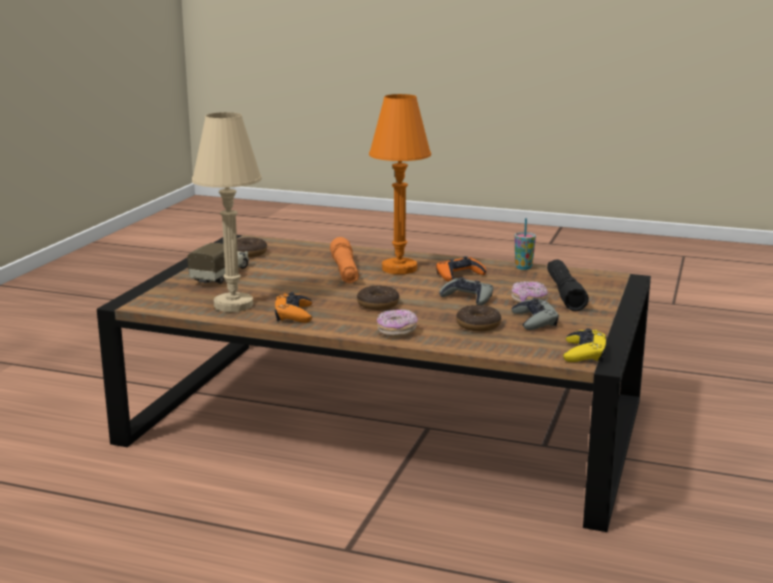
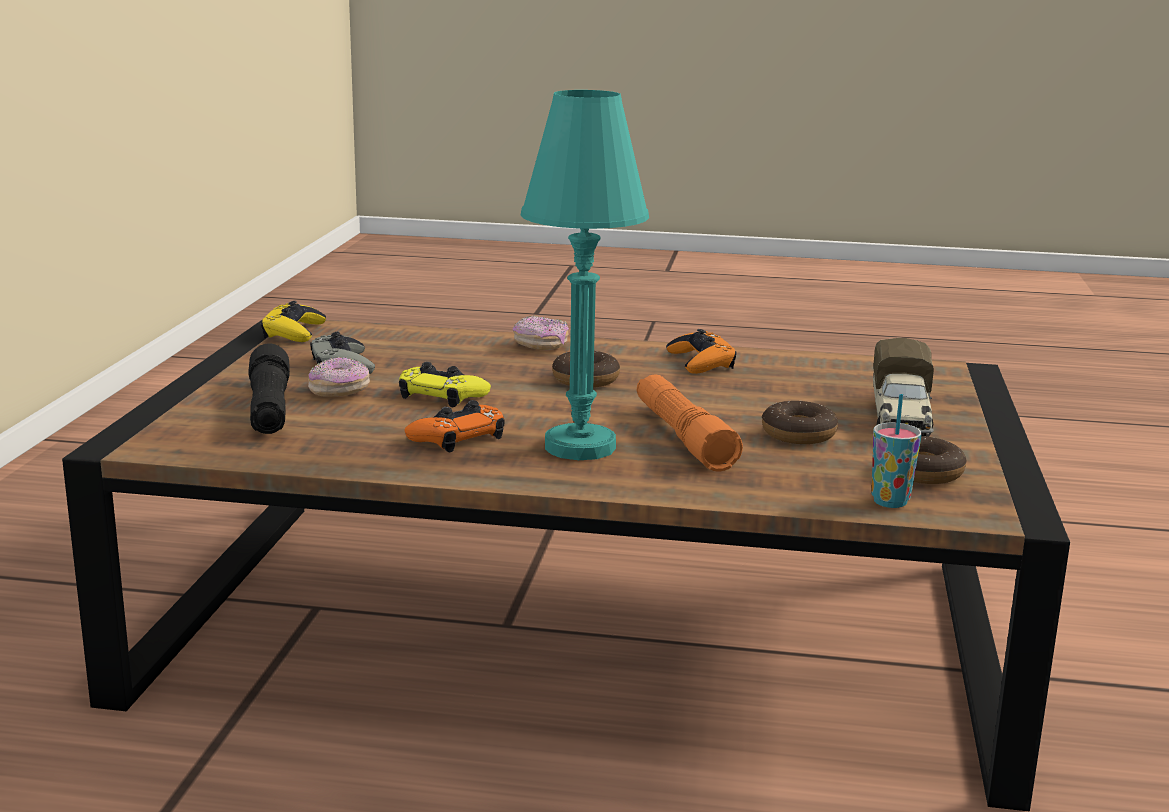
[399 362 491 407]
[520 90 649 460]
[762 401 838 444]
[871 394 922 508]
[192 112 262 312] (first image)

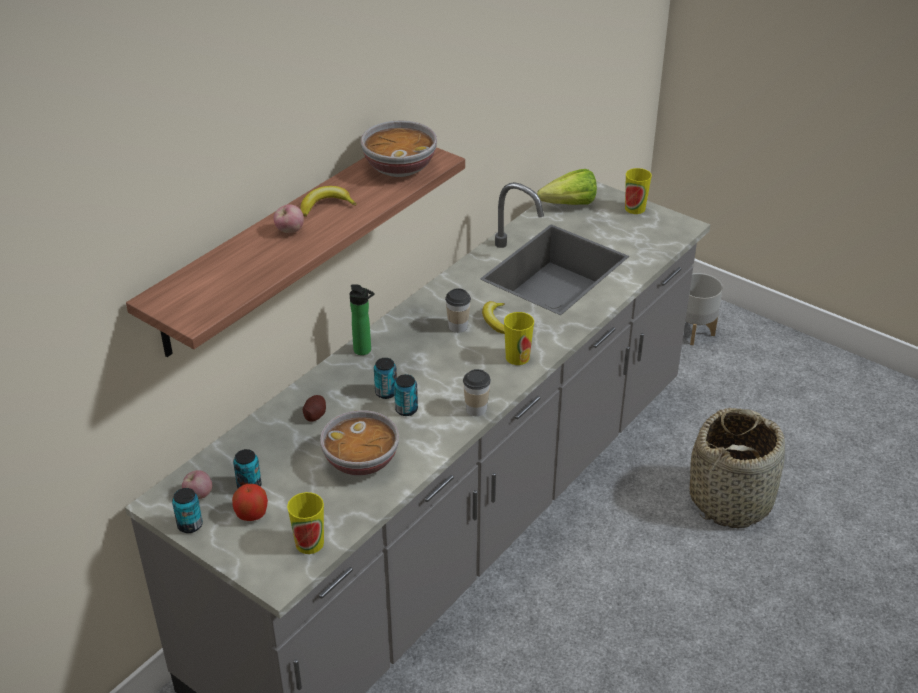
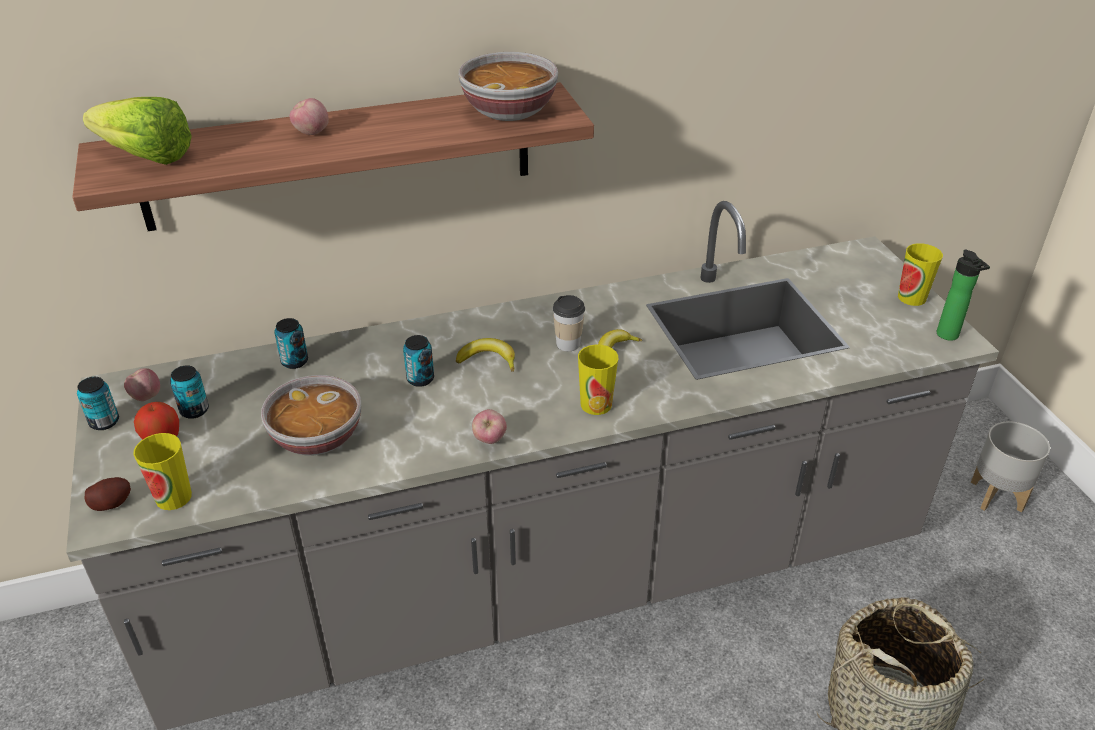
[83 97 192 165]
[84 477 131 511]
[274 318 308 369]
[456 338 515 372]
[472 409 507 444]
[937 250 990 341]

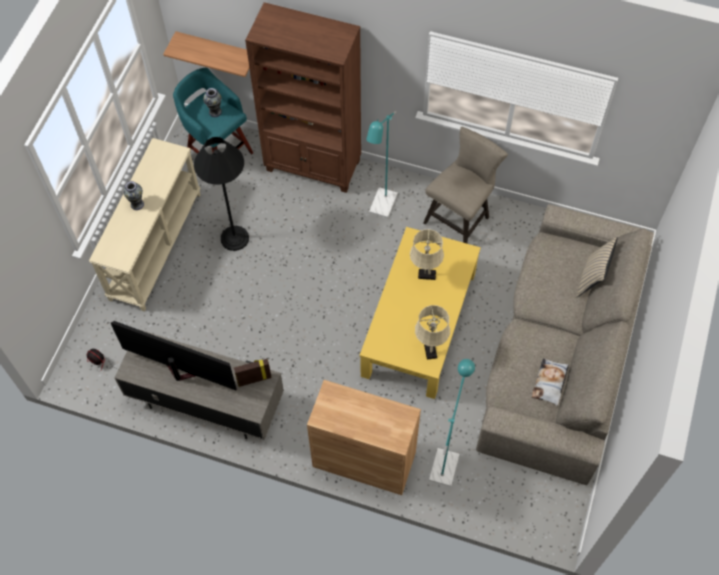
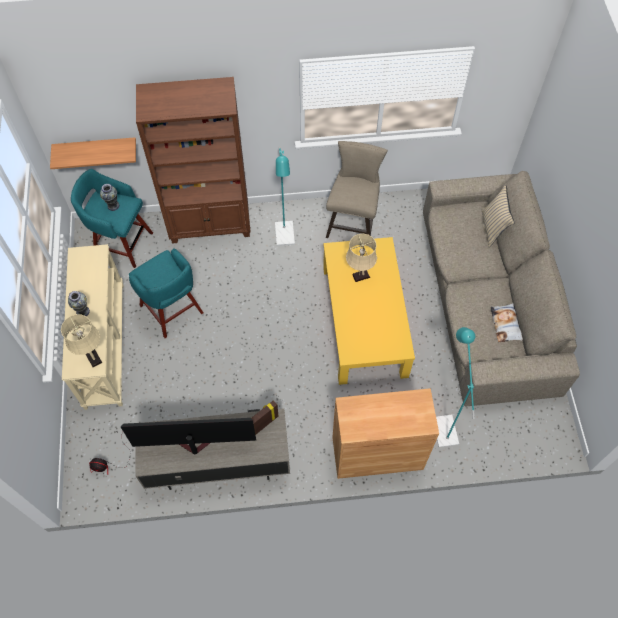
[61 314 102 367]
[129 248 204 338]

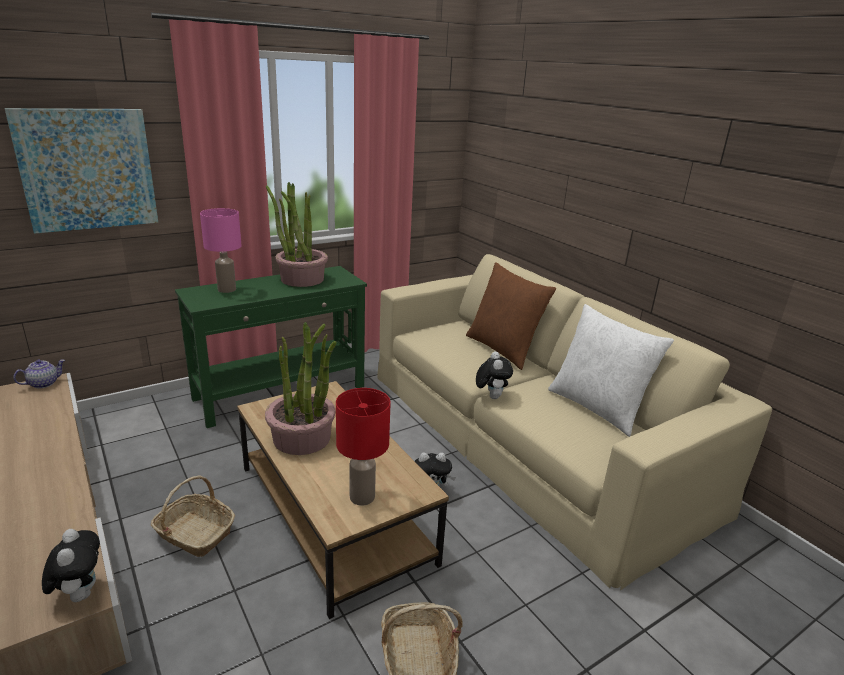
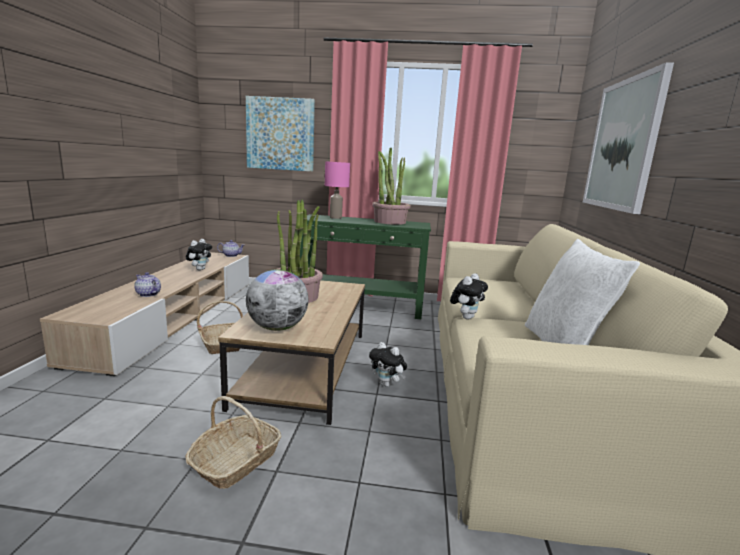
[134 272 161 297]
[186 239 212 270]
[246 269 308 331]
[583 62 674 214]
[466 262 556 370] (first image)

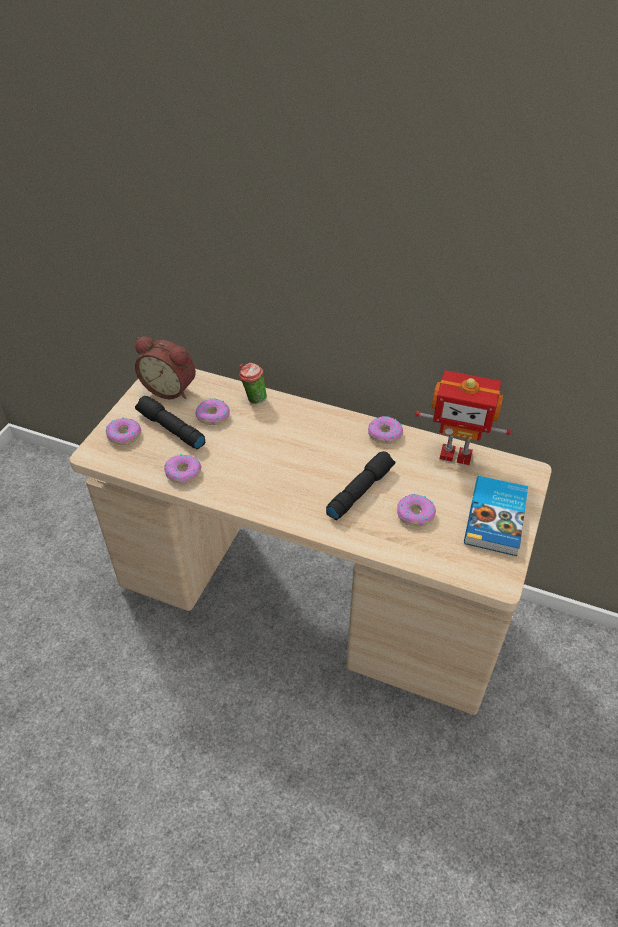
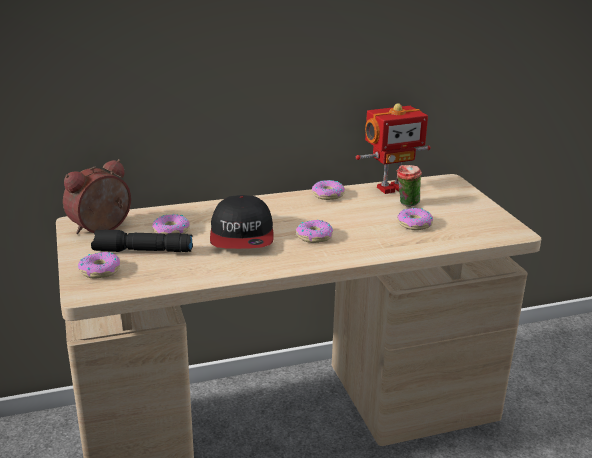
[63 159 131 234]
[210 195 274 249]
[296 220 333 243]
[397 165 422 207]
[326 451 395 520] (first image)
[464 476 528 556] (first image)

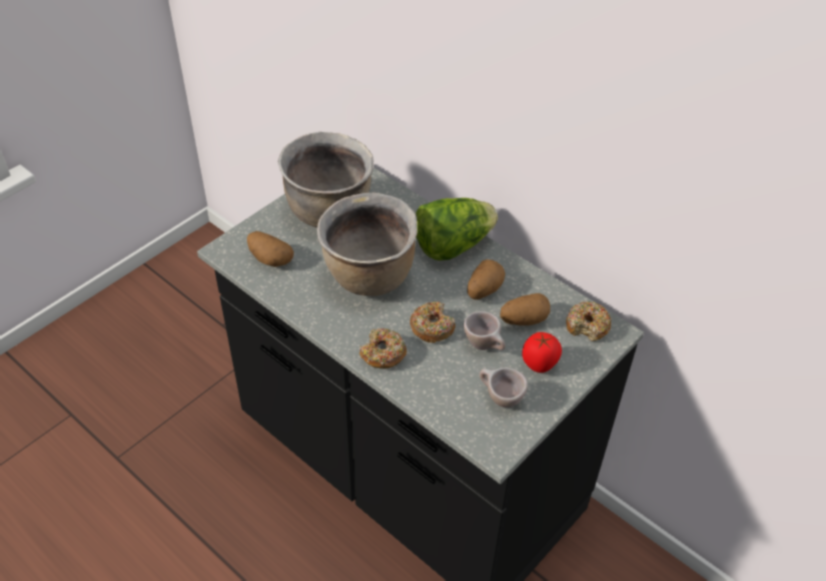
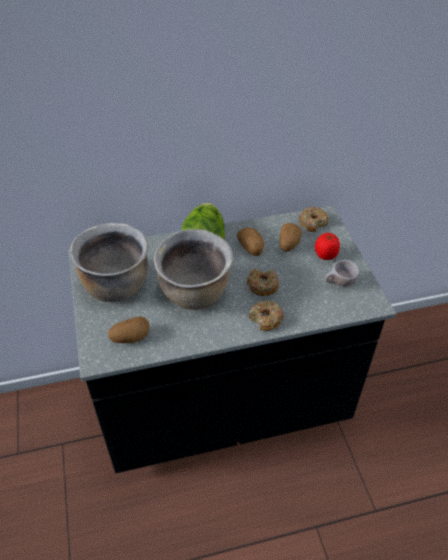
[464 311 505 350] (first image)

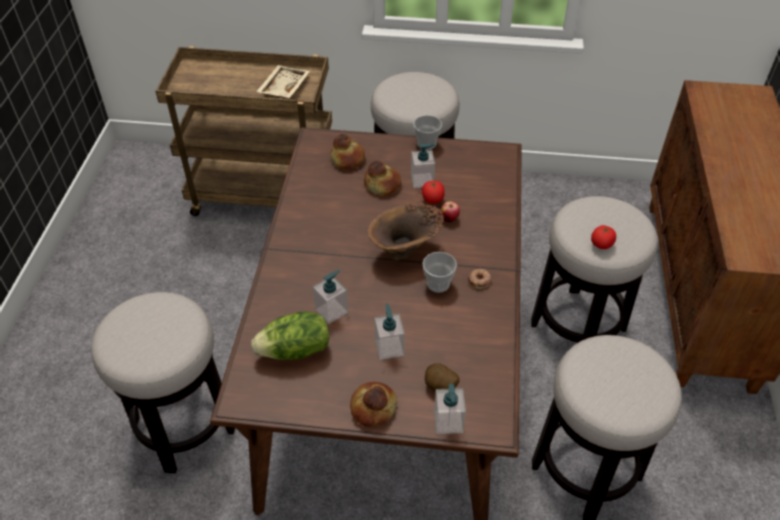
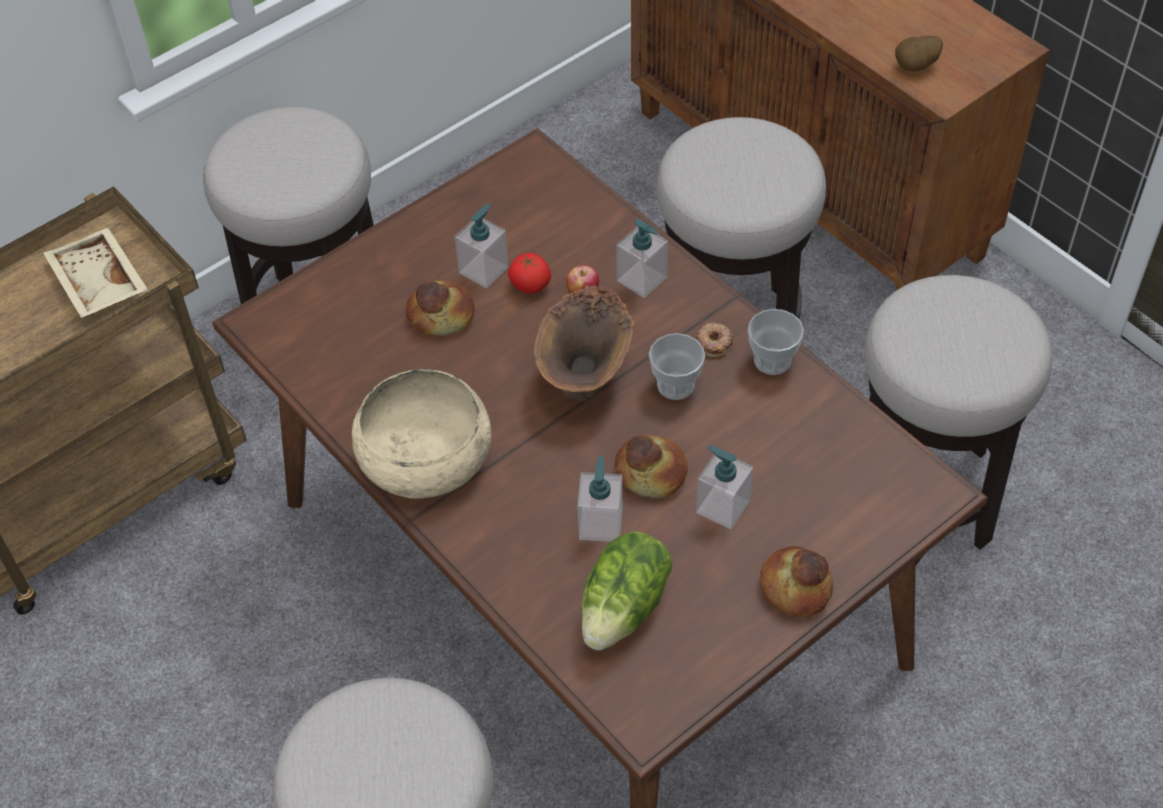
[352 369 491 499]
[615 435 688 498]
[616 219 668 298]
[748 309 804 375]
[895 36 943 72]
[591 225 616 249] (first image)

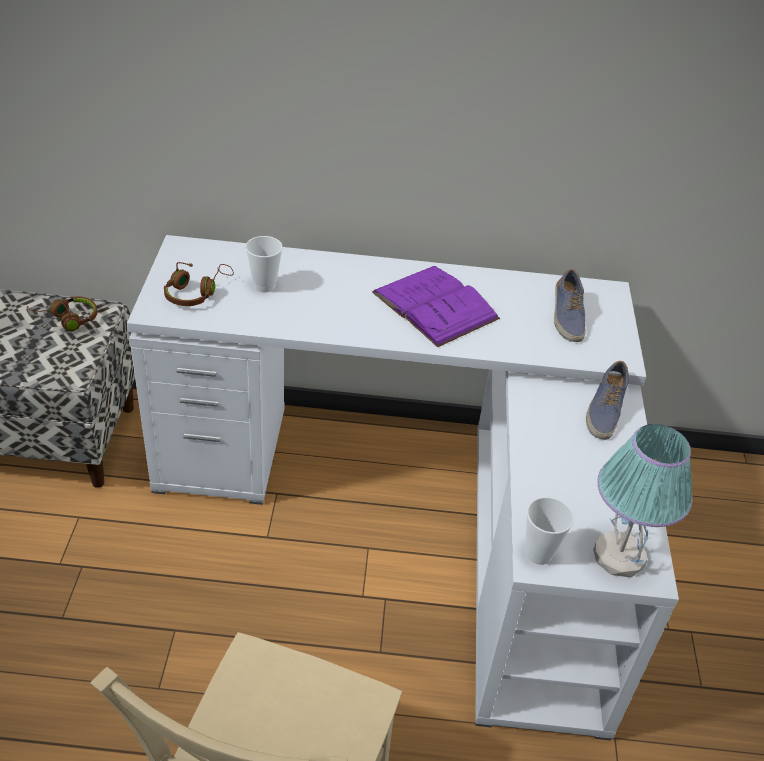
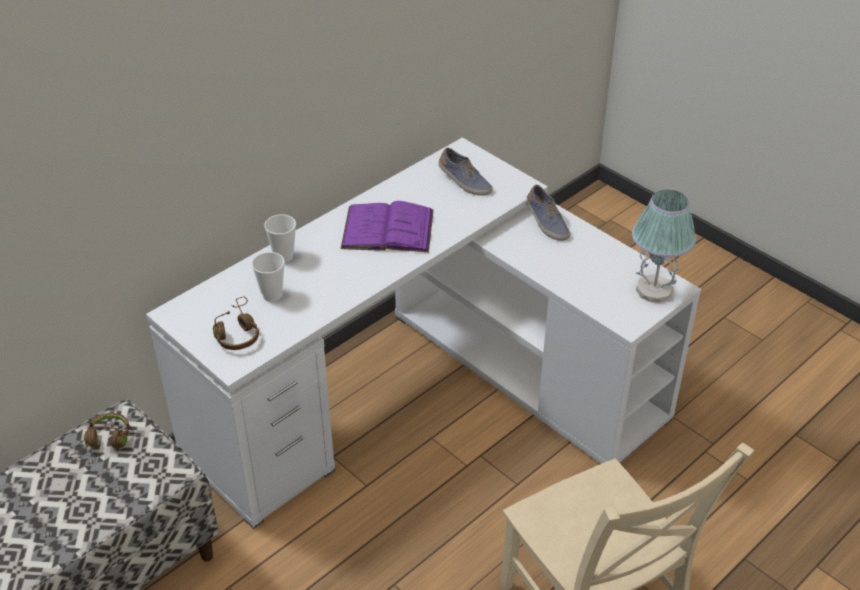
[264 214 296 262]

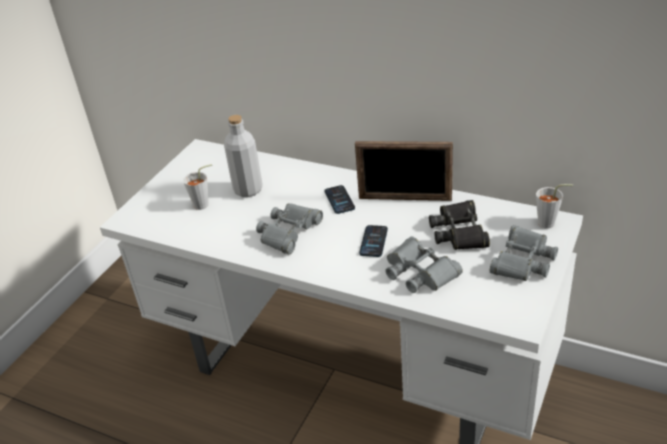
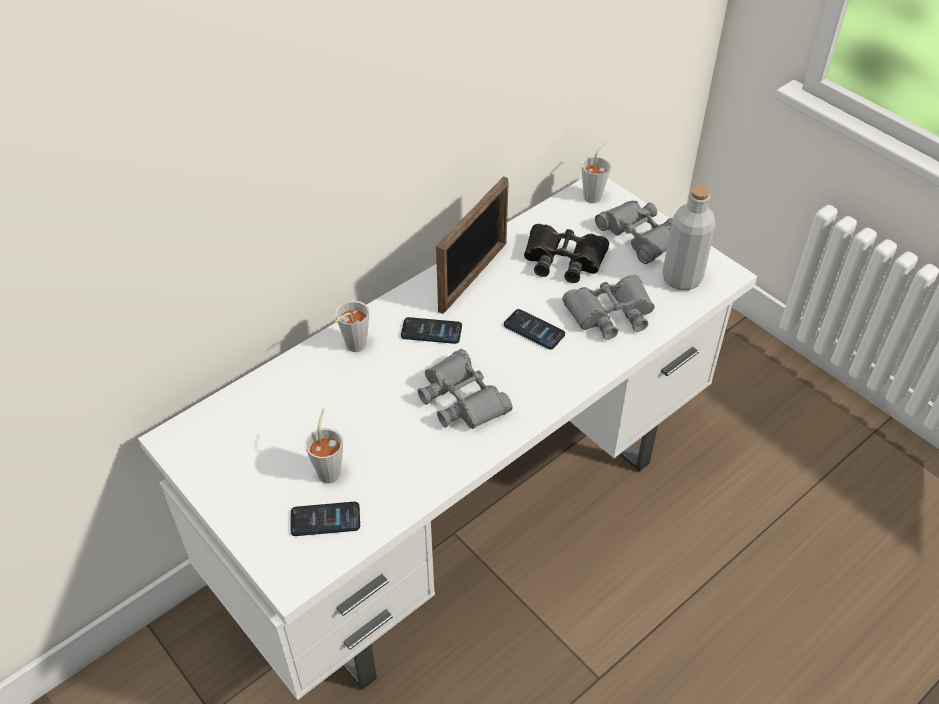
[290 502 360 536]
[335 300 369 352]
[663 185 716 290]

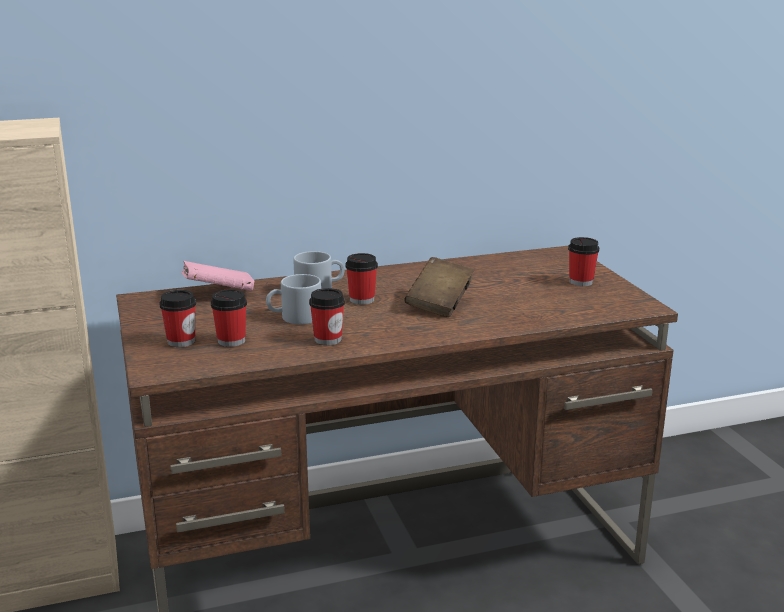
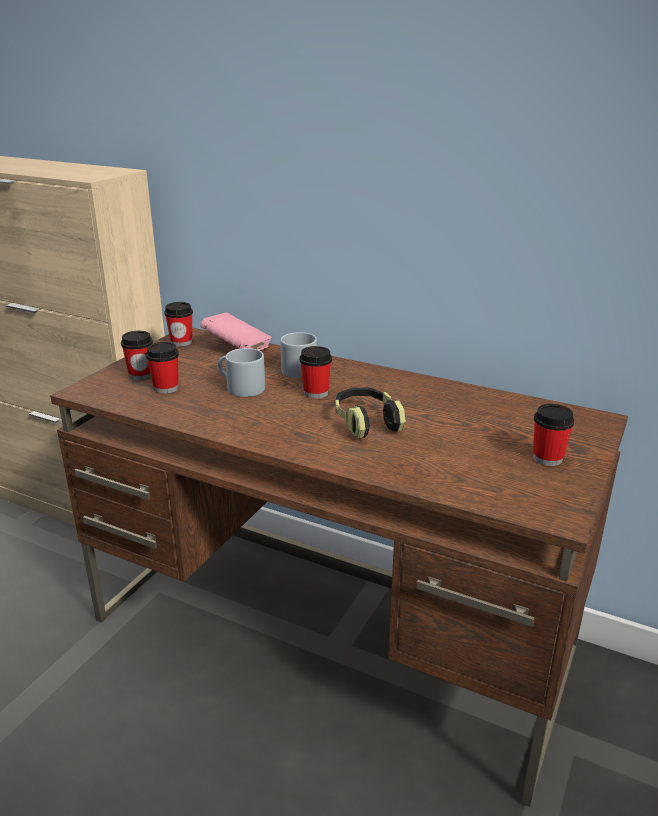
[164 302 193 347]
[335 388 406 438]

